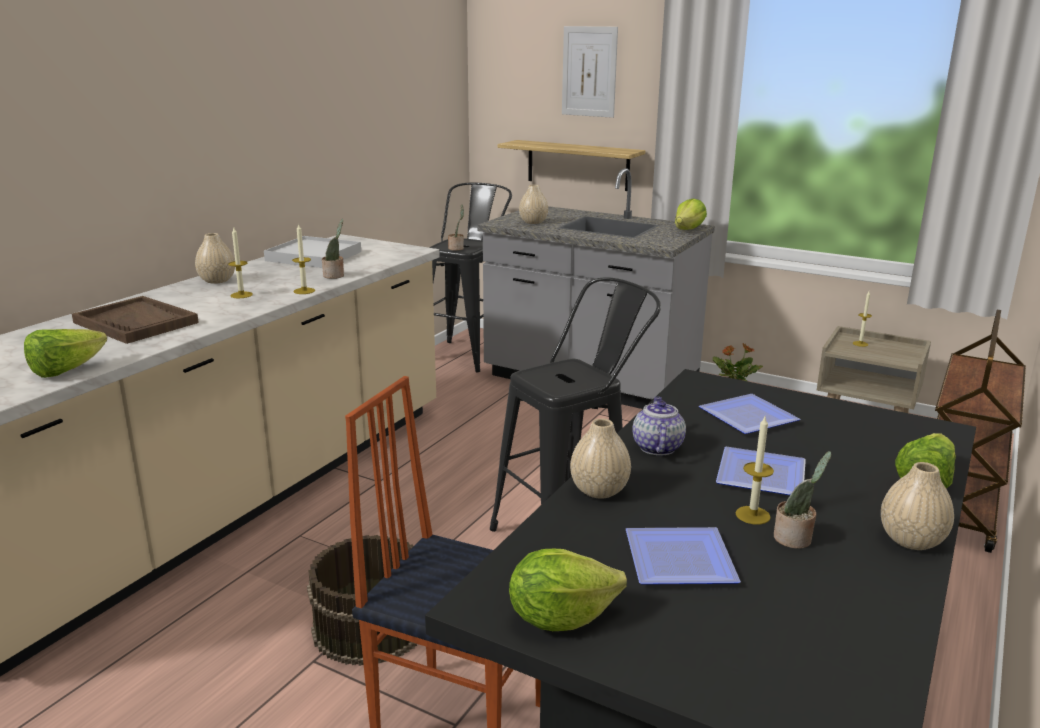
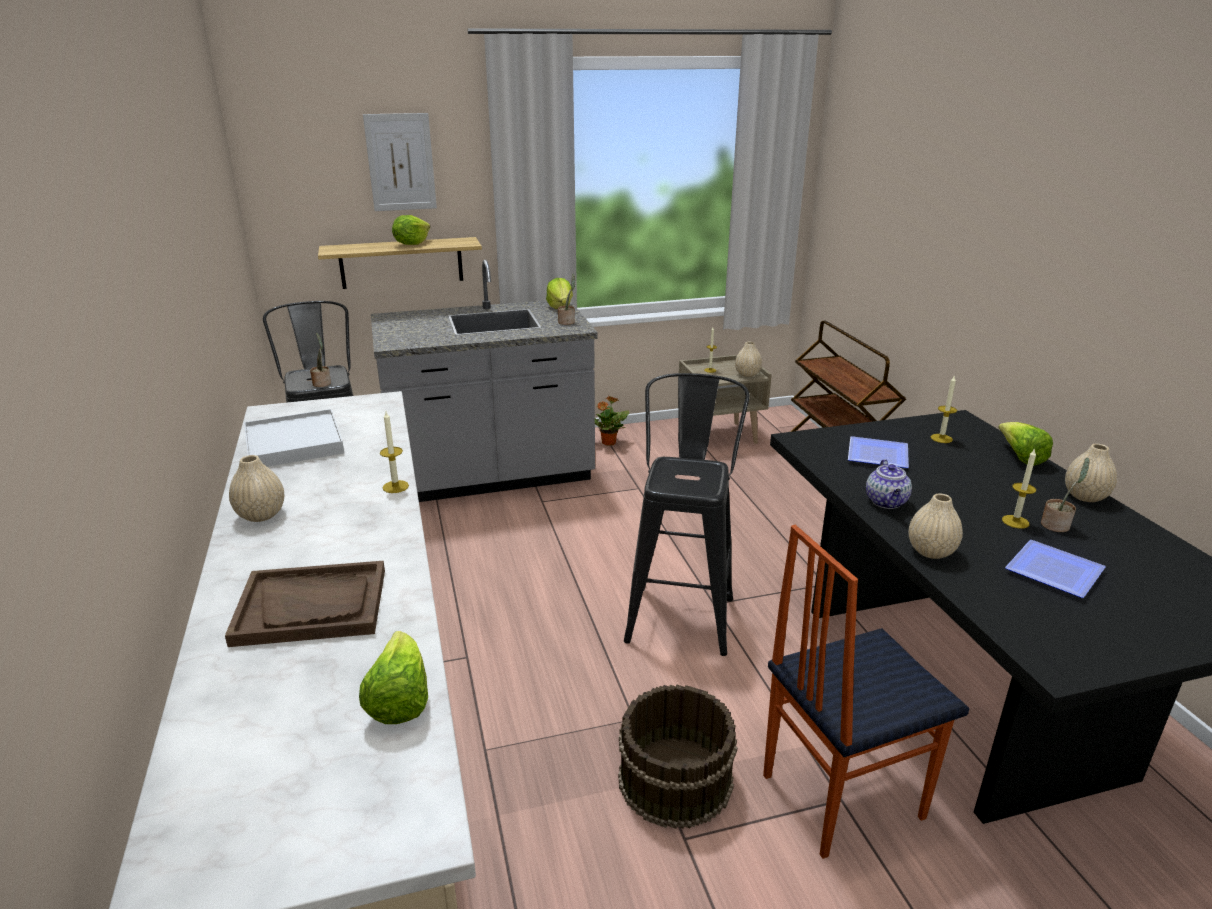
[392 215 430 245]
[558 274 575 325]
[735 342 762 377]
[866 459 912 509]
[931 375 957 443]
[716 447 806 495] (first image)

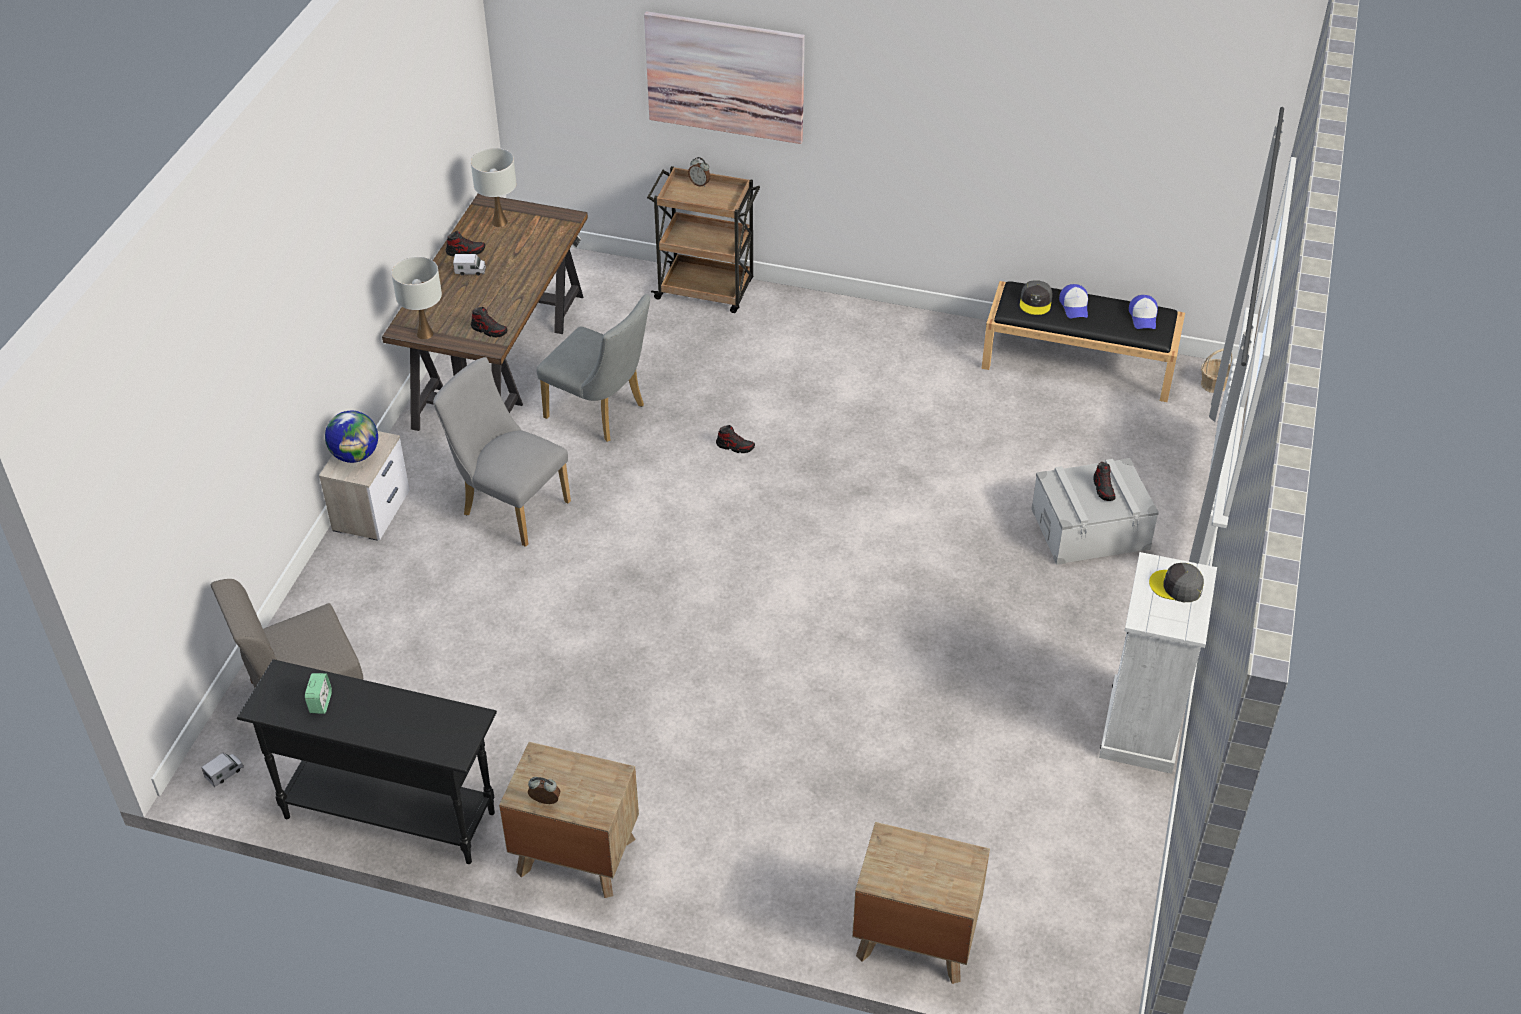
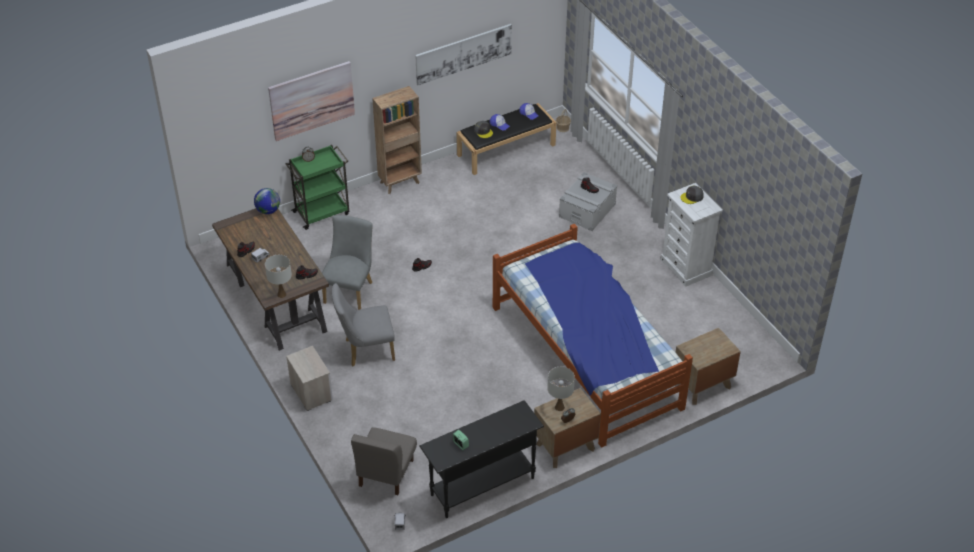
[254 188 280 214]
[286 145 349 230]
[322 215 373 310]
[372 86 422 194]
[415 24 512 85]
[493 224 693 448]
[547 367 575 411]

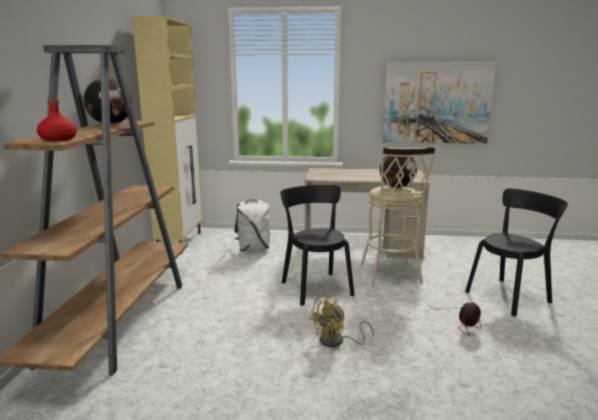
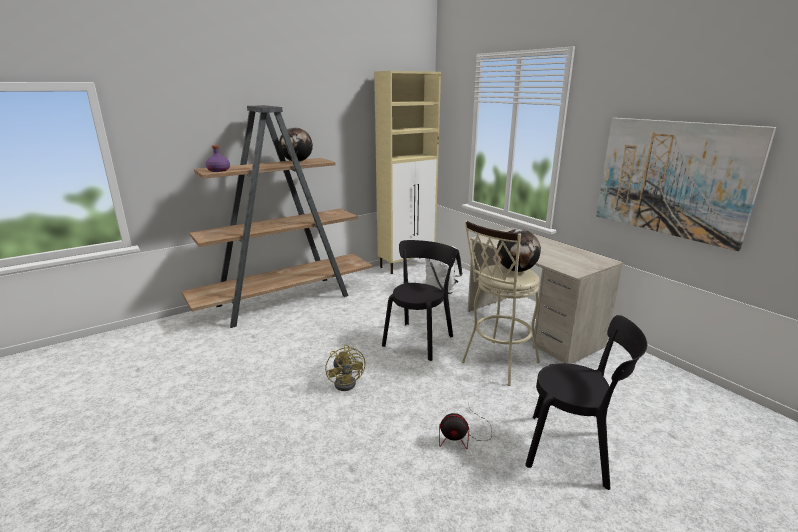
[206 145 230 172]
[325 345 365 391]

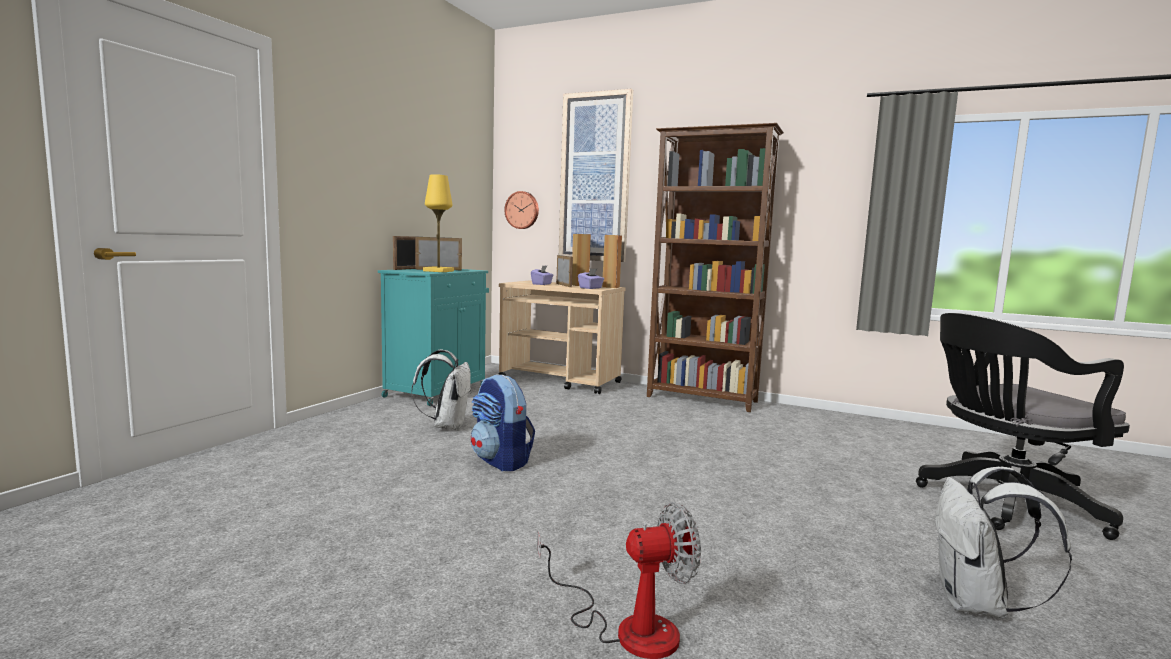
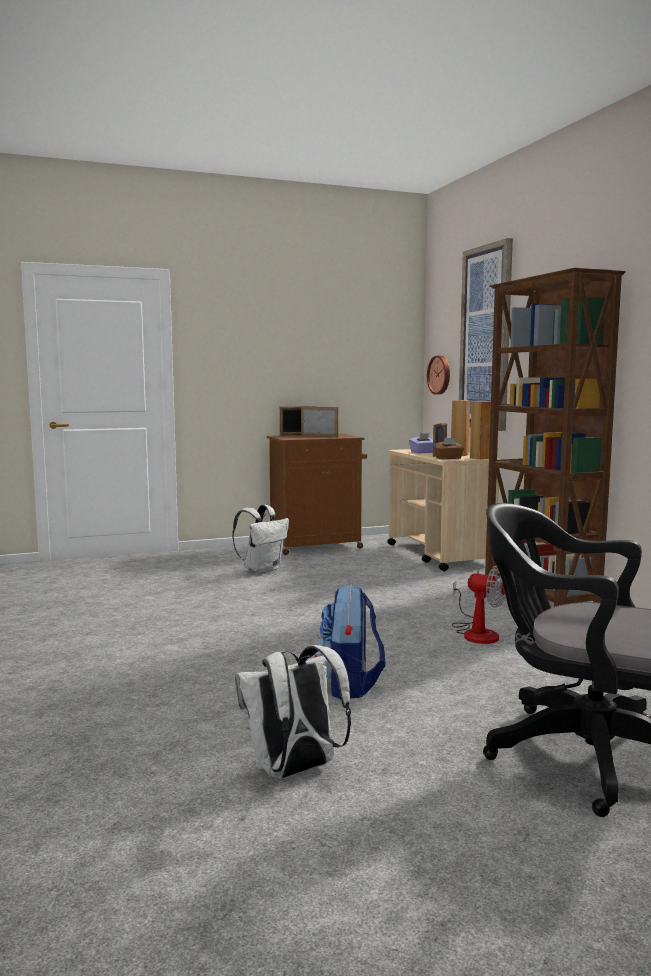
[267 434 367 555]
[314 584 385 699]
[433 438 464 459]
[452 565 506 644]
[423 174 454 272] (first image)

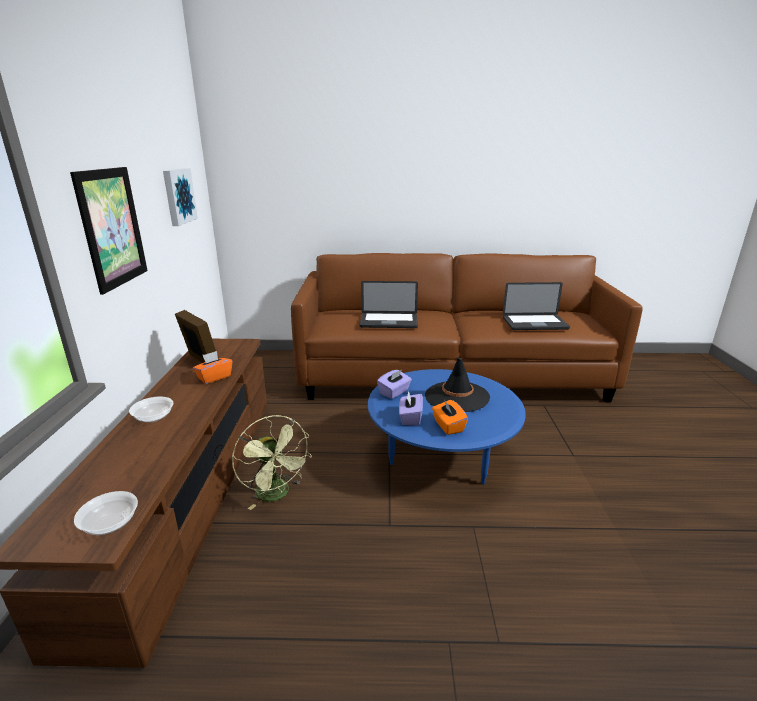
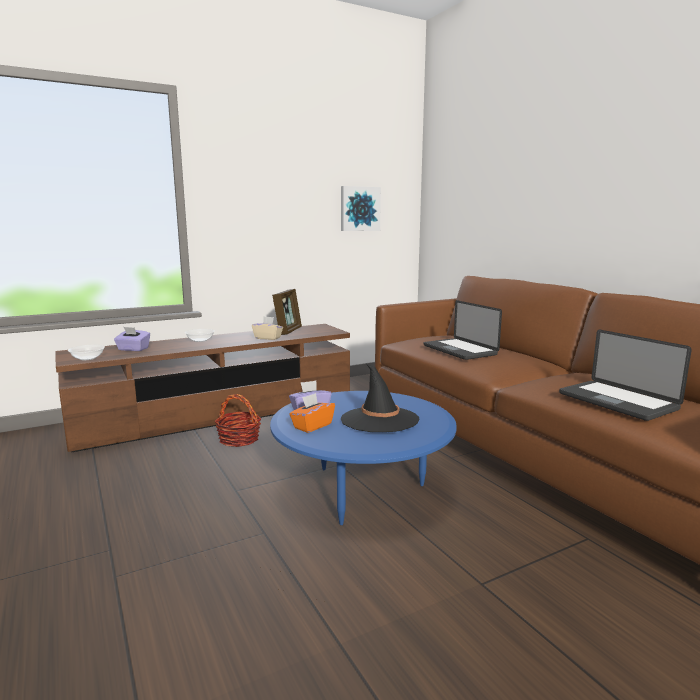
[114 327 150 351]
[215 394 261 447]
[252 317 283 340]
[70 167 148 295] (first image)

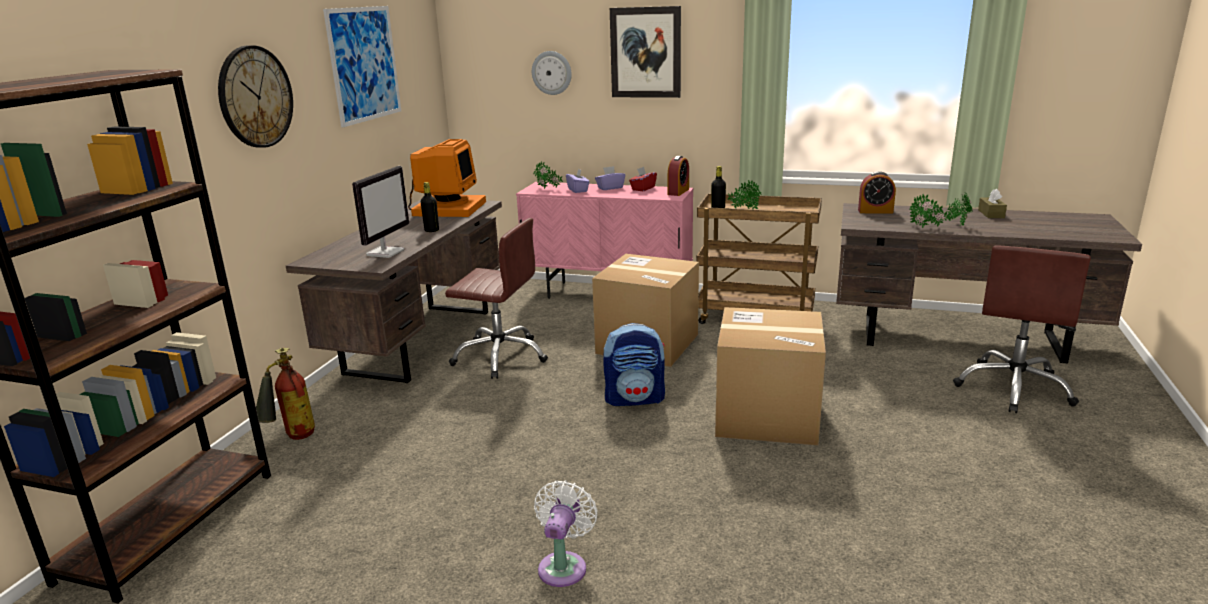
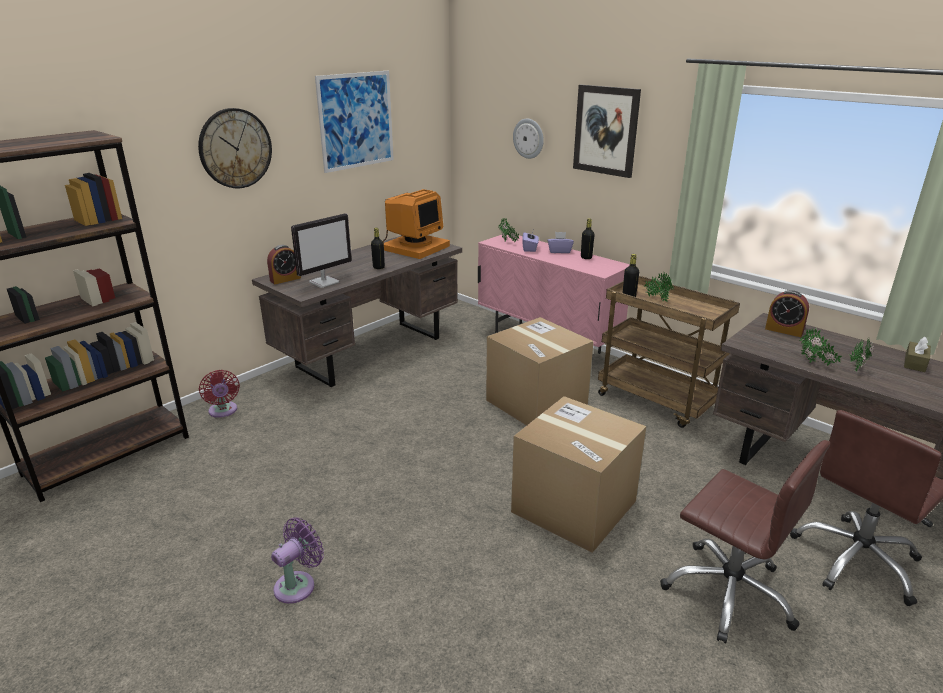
[199 370 240 418]
[267 245 301 284]
[271 517 324 604]
[581 218 594 259]
[660 440 830 643]
[603 323 665 406] (first image)

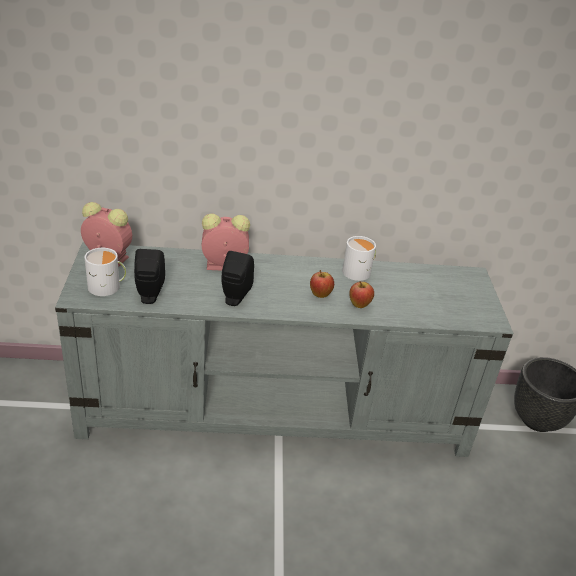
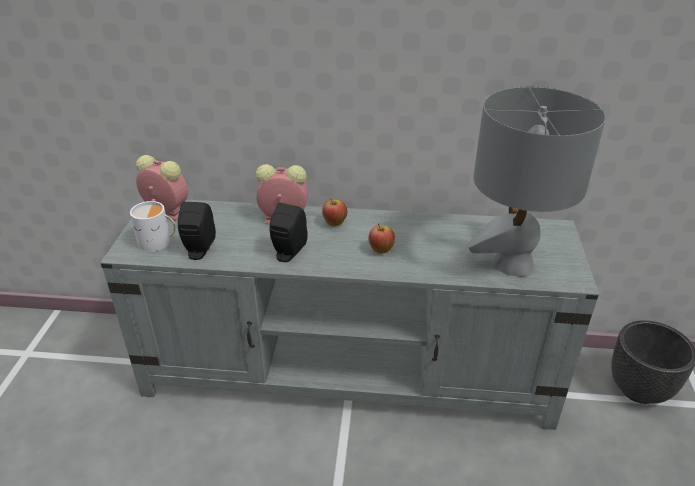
[322 198 347 226]
[468 86 606 277]
[342 236 376 281] (first image)

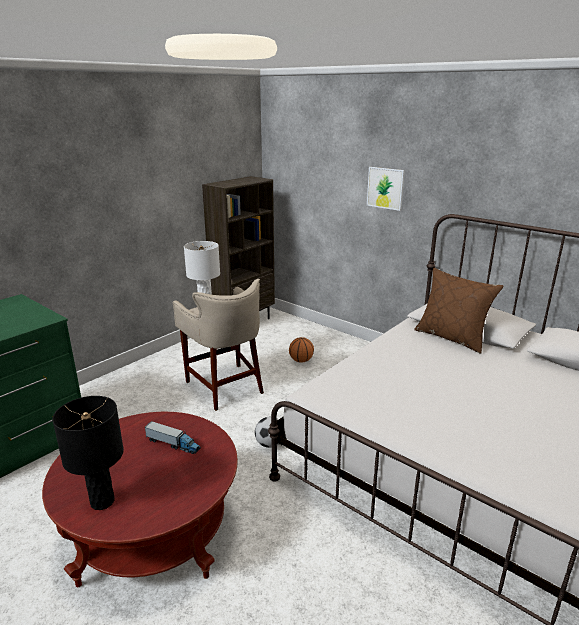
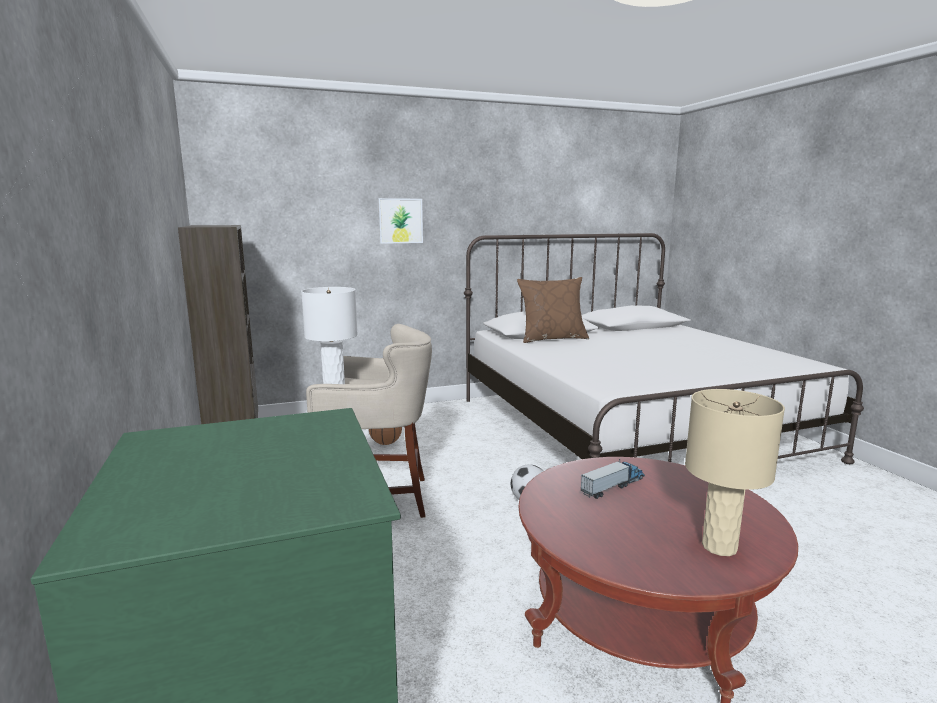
[685 389 785 556]

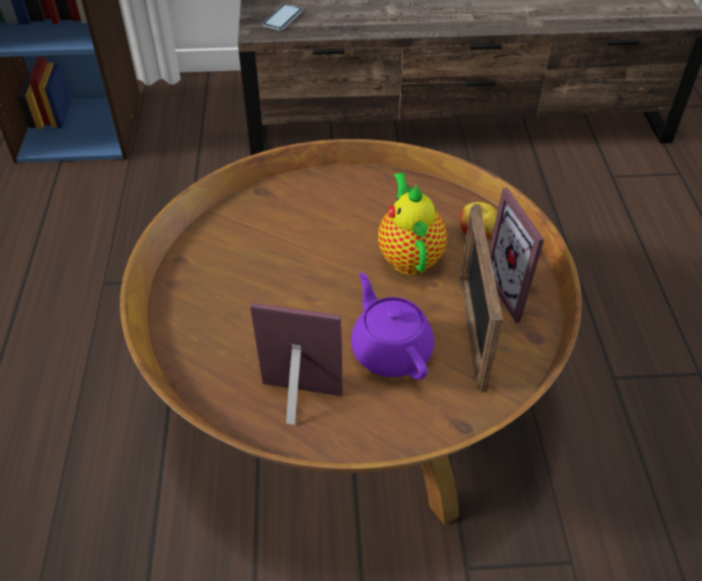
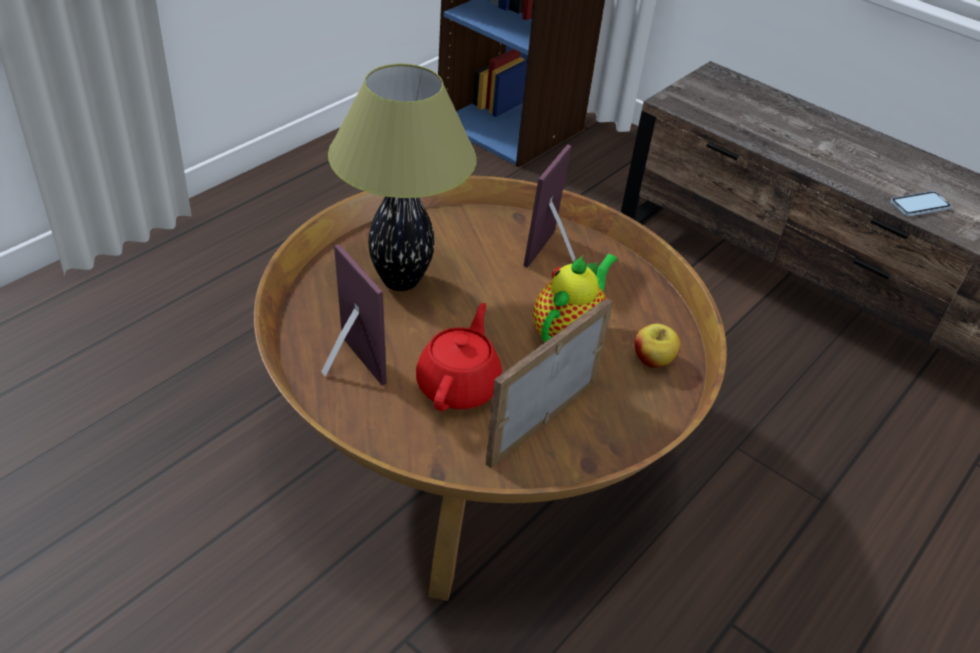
[328 64 477 291]
[416 303 502 411]
[523 144 576 268]
[890 191 952 216]

